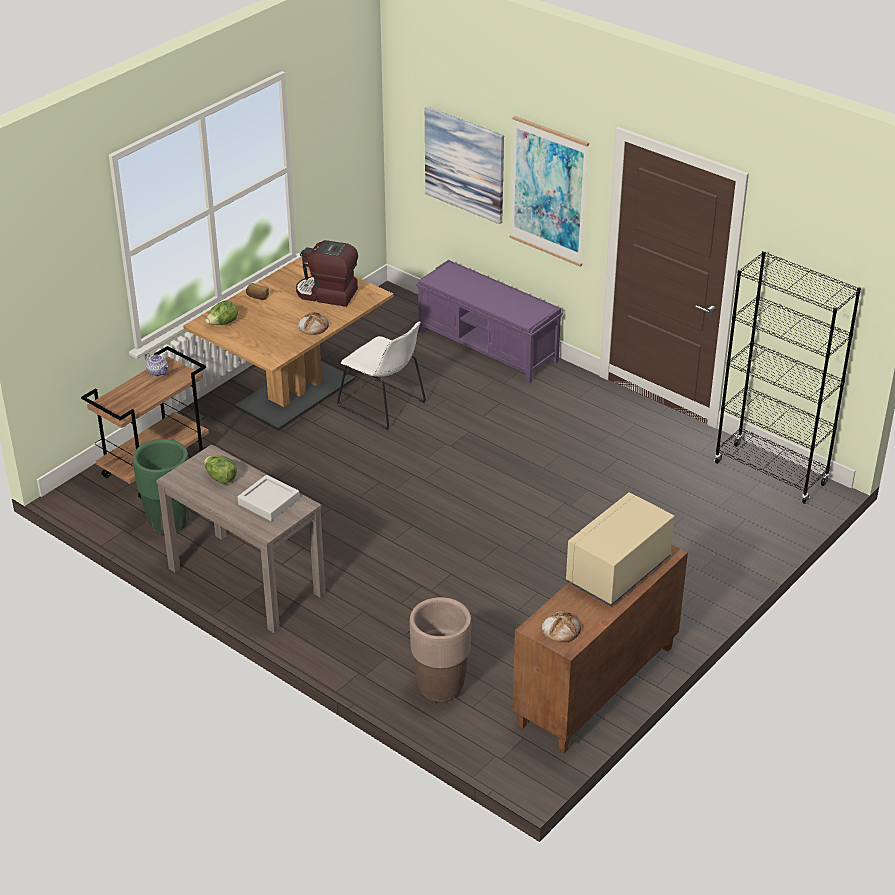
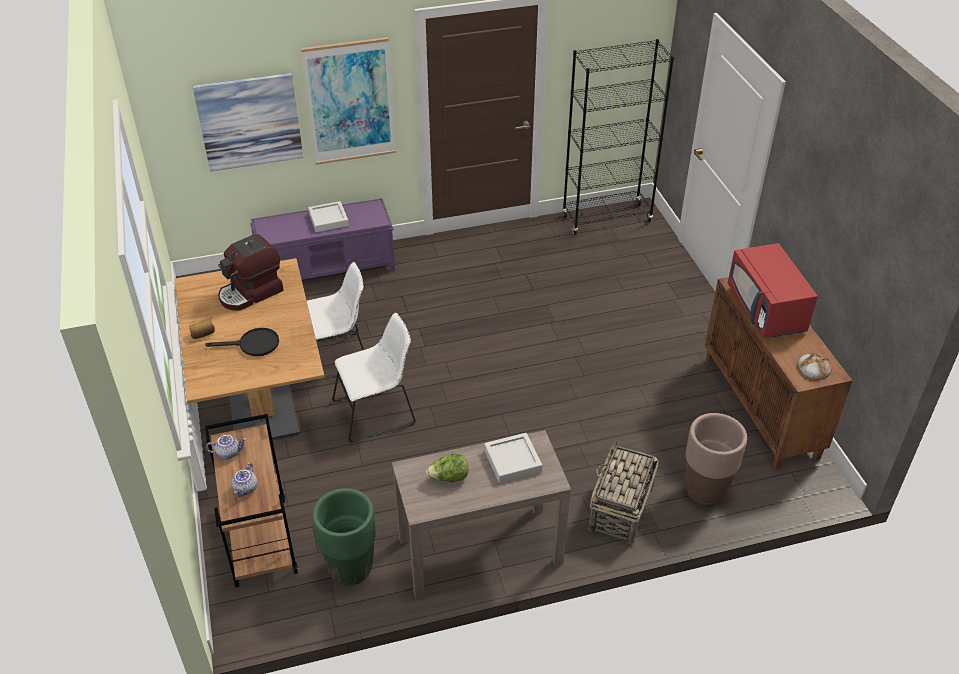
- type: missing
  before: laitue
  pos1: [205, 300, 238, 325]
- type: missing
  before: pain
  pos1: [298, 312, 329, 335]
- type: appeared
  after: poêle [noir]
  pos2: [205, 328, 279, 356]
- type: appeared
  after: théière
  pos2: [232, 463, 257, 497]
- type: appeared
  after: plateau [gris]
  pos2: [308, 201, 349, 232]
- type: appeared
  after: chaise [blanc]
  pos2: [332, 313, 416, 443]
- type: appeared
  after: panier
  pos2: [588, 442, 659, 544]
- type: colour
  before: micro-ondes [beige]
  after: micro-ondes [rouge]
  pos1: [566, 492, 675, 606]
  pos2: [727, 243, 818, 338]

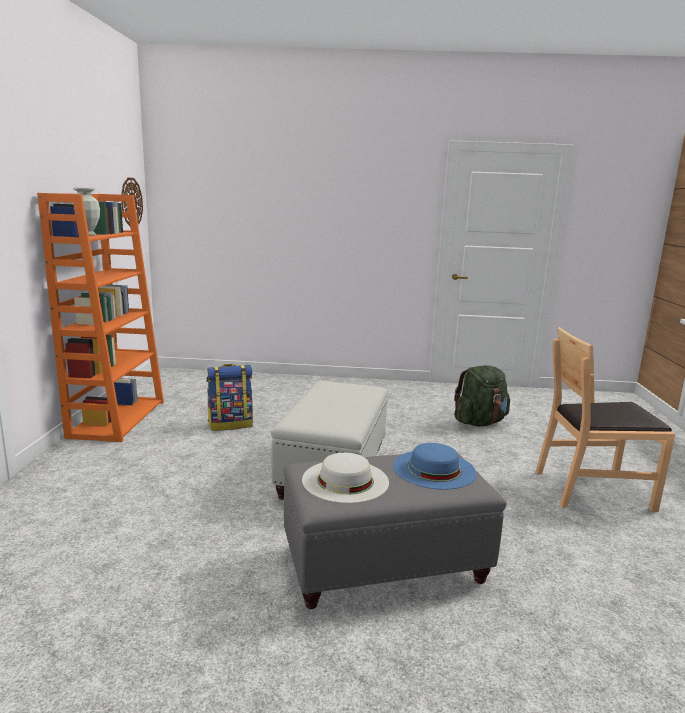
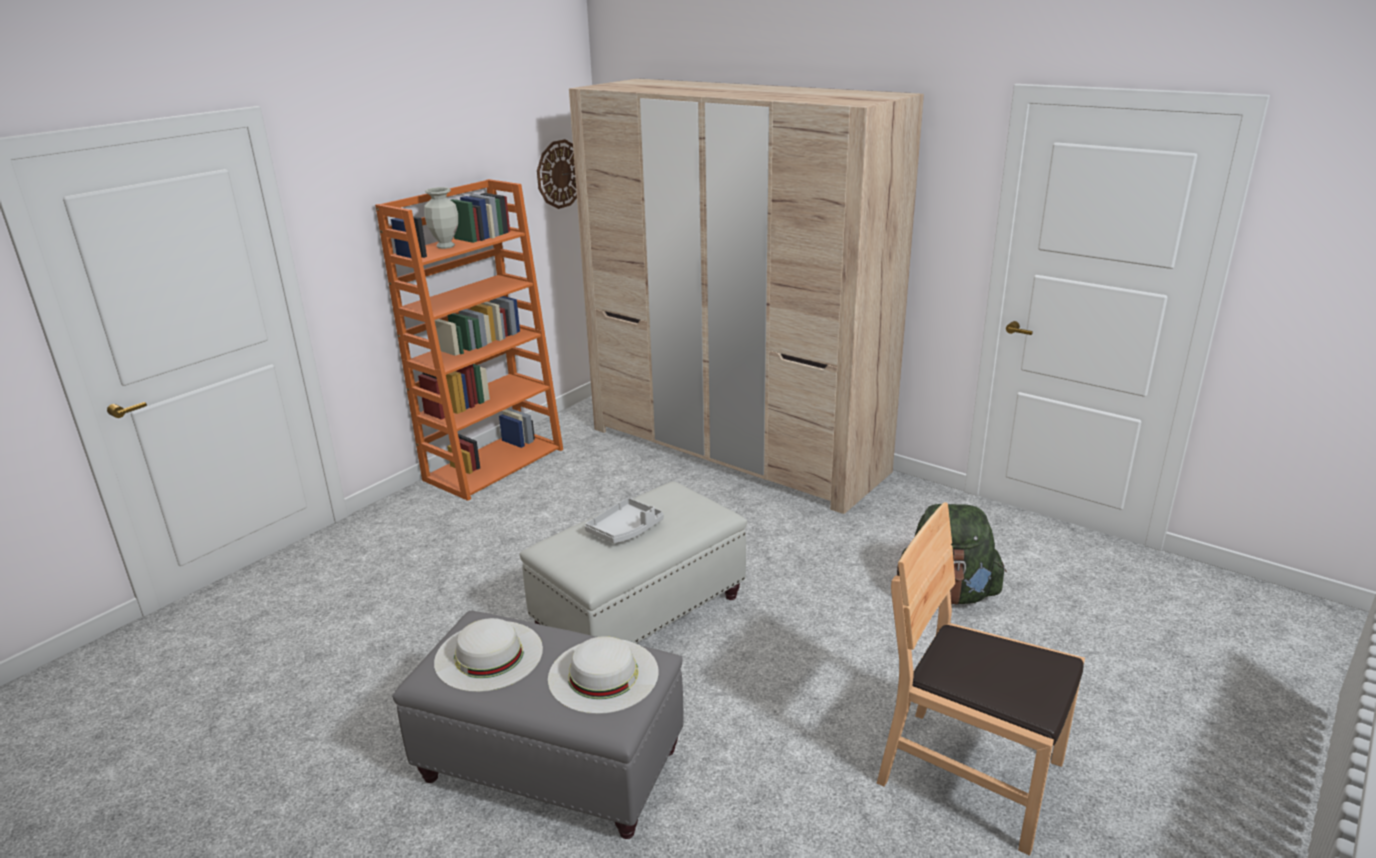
- type: missing
  before: sac à dos
  pos1: [206, 364, 253, 431]
- type: appeared
  after: armoire [beige]
  pos2: [569, 79, 924, 514]
- type: appeared
  after: plateau [gris]
  pos2: [585, 498, 664, 543]
- type: colour
  before: chapeau [bleu]
  after: chapeau [blanc]
  pos1: [393, 443, 476, 490]
  pos2: [548, 636, 659, 714]

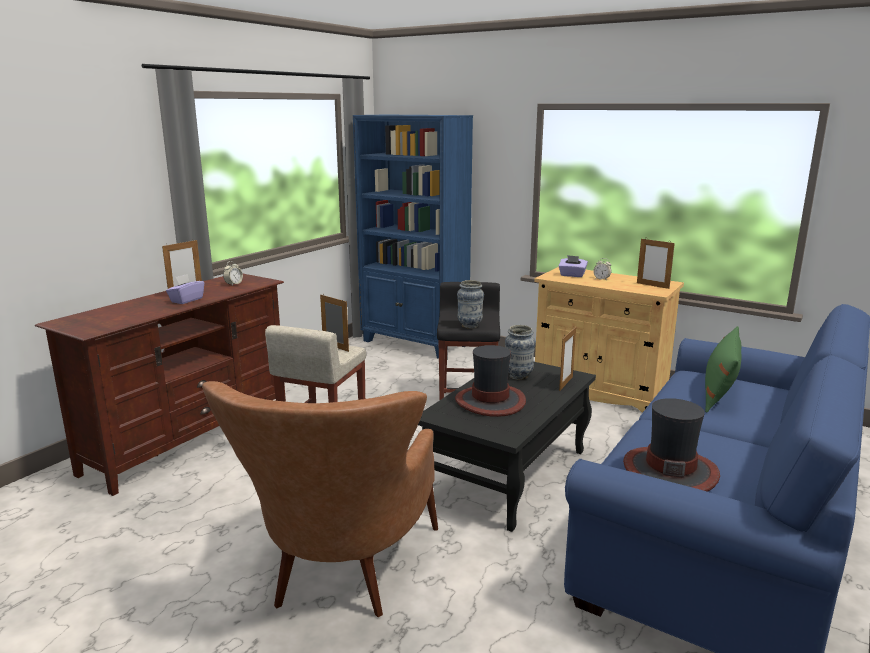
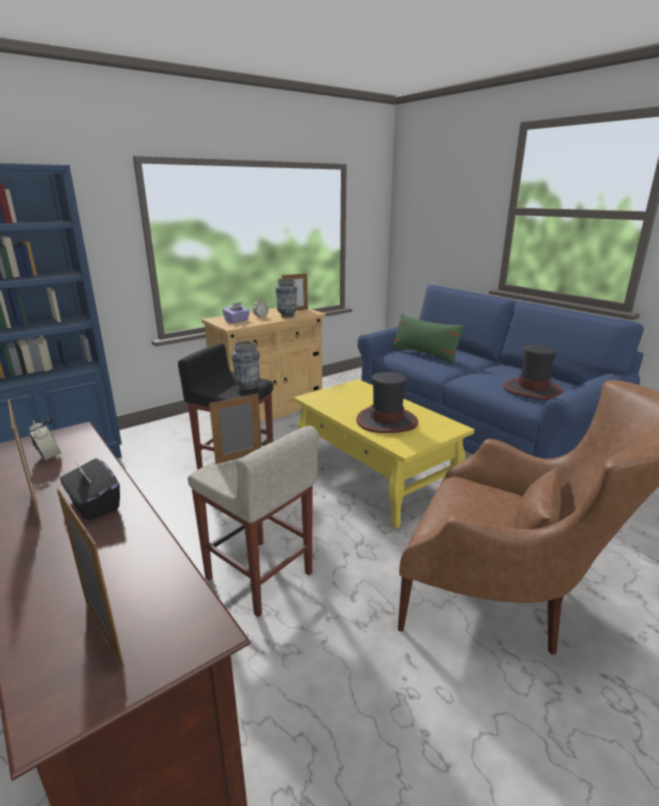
- type: relocated
  before: vase
  pos1: [505, 325, 536, 380]
  pos2: [276, 278, 297, 317]
- type: relocated
  before: cadre photo
  pos1: [559, 327, 576, 391]
  pos2: [57, 488, 124, 669]
- type: colour
  before: boîte à mouchoirs [violet]
  after: boîte à mouchoirs [noir]
  pos1: [166, 274, 204, 304]
  pos2: [60, 459, 120, 521]
- type: colour
  before: table basse [noir]
  after: table basse [jaune]
  pos1: [418, 362, 596, 532]
  pos2: [294, 379, 474, 528]

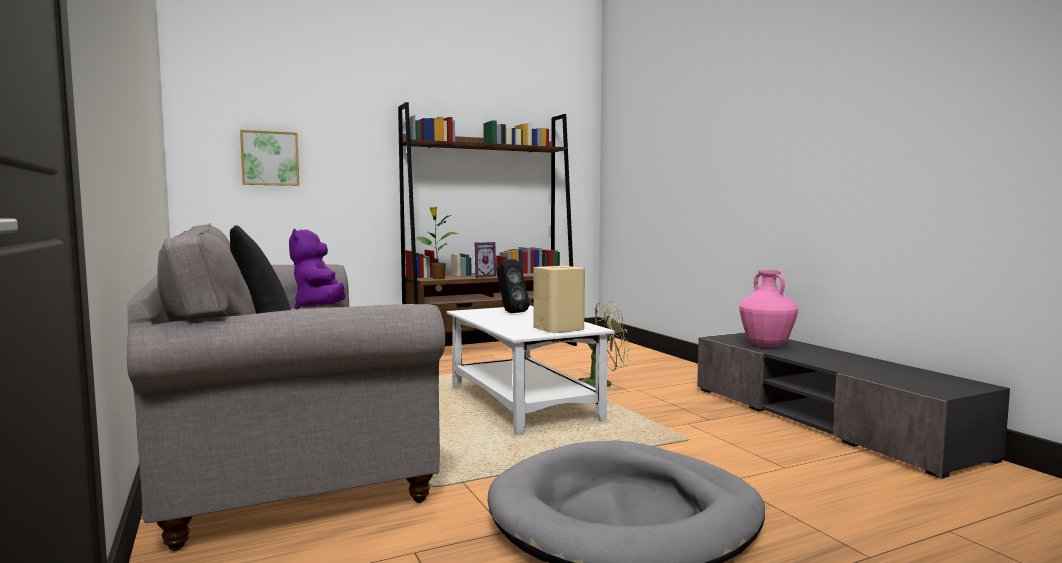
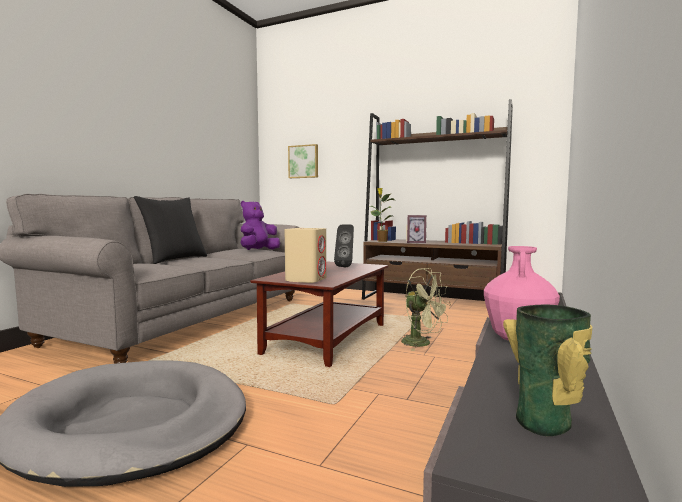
- type: appeared
  after: vase
  pos2: [503, 305, 592, 436]
- type: colour
  before: table basse [blanc]
  after: table basse [marron]
  pos1: [447, 305, 615, 435]
  pos2: [250, 261, 388, 367]

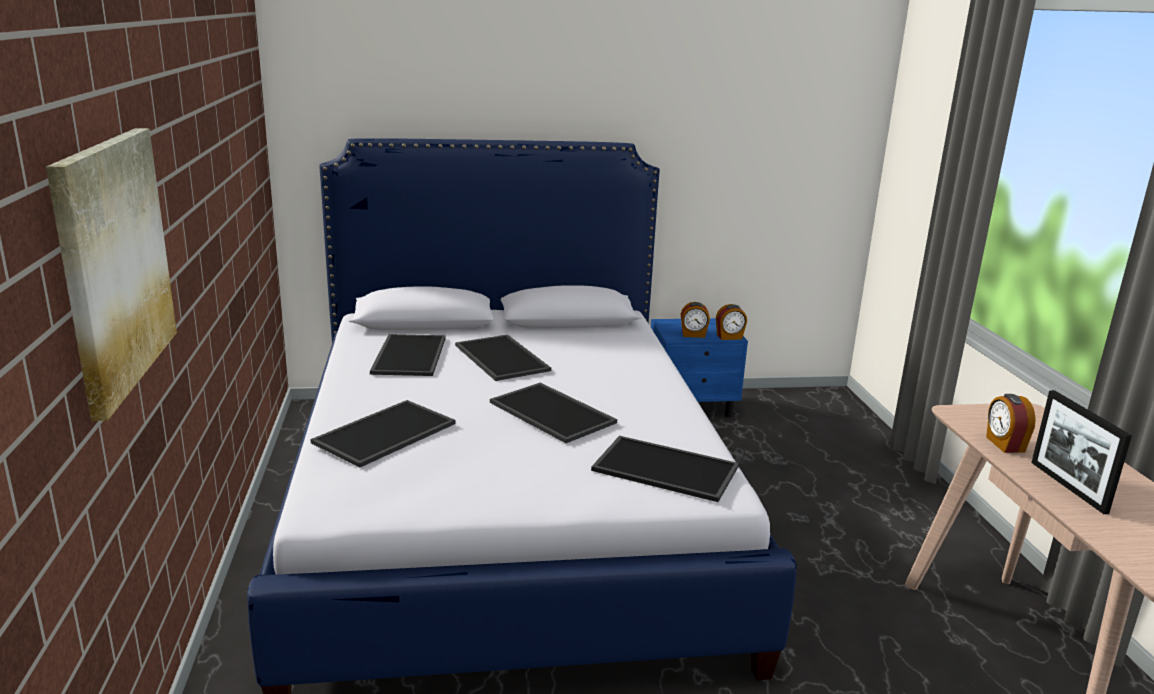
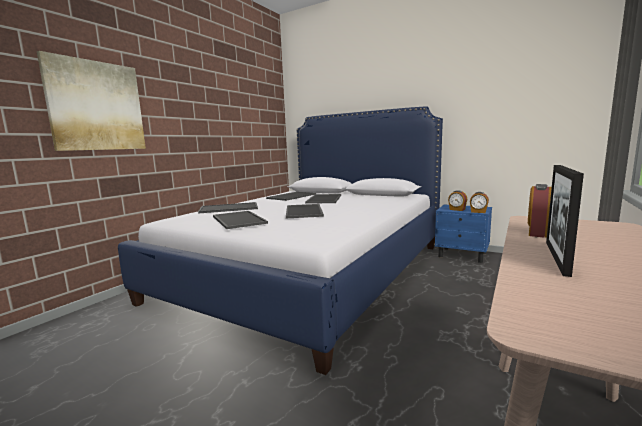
- type: relocated
  before: plateau
  pos1: [591, 436, 739, 502]
  pos2: [213, 211, 268, 229]

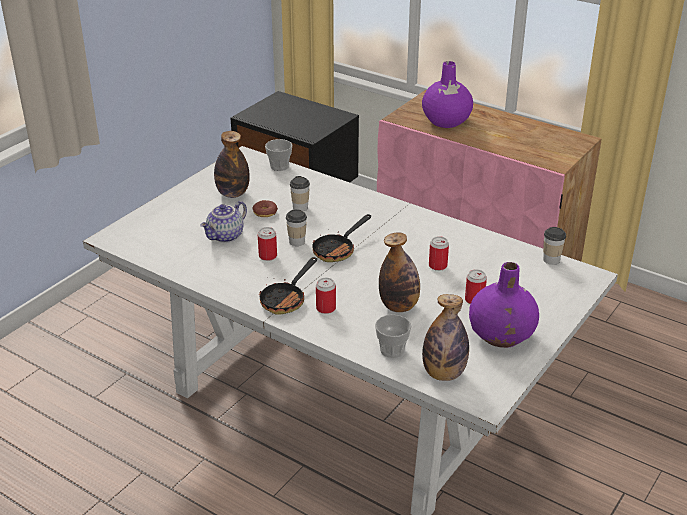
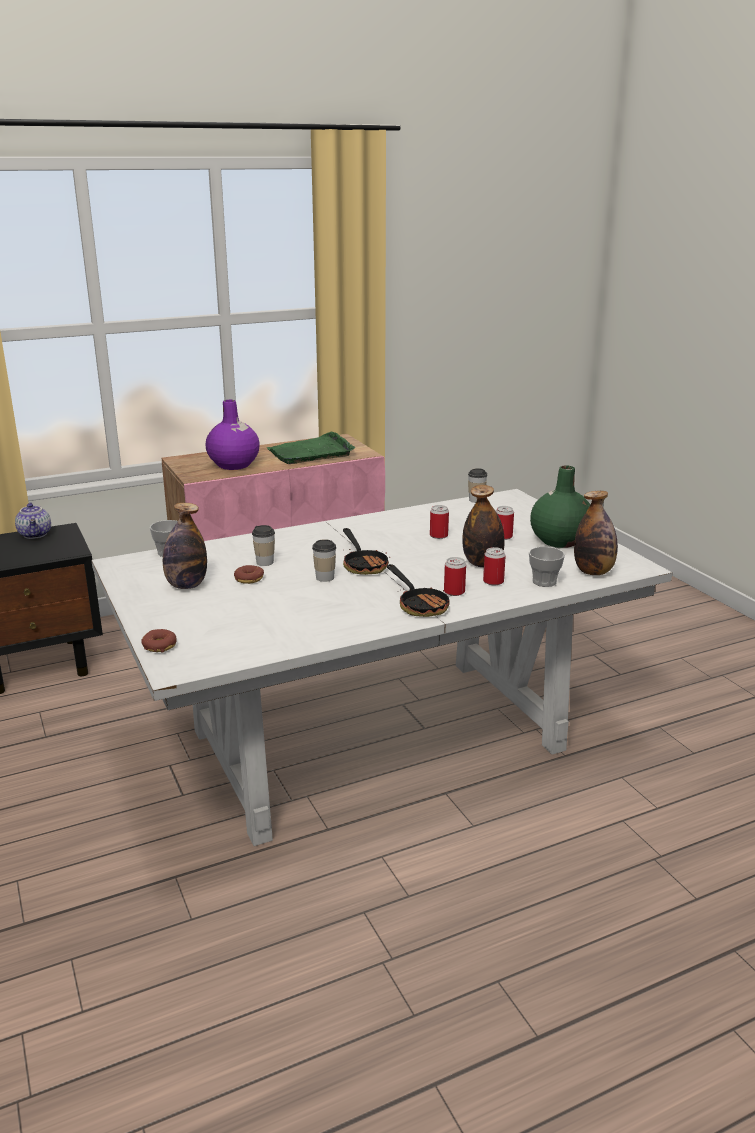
- type: appeared
  after: beignet
  pos2: [141, 629, 177, 653]
- type: appeared
  after: plateau [vert]
  pos2: [266, 432, 355, 464]
- type: relocated
  before: théière
  pos1: [200, 201, 247, 243]
  pos2: [15, 502, 51, 539]
- type: relocated
  before: boîte métallique
  pos1: [258, 227, 277, 261]
  pos2: [483, 547, 506, 586]
- type: colour
  before: vase [violet]
  after: vase [vert]
  pos1: [469, 262, 539, 348]
  pos2: [530, 465, 590, 548]

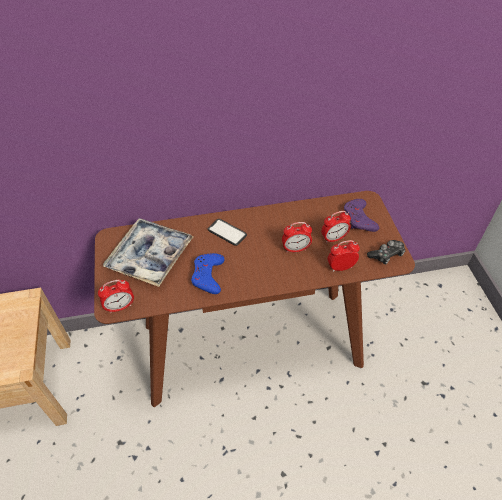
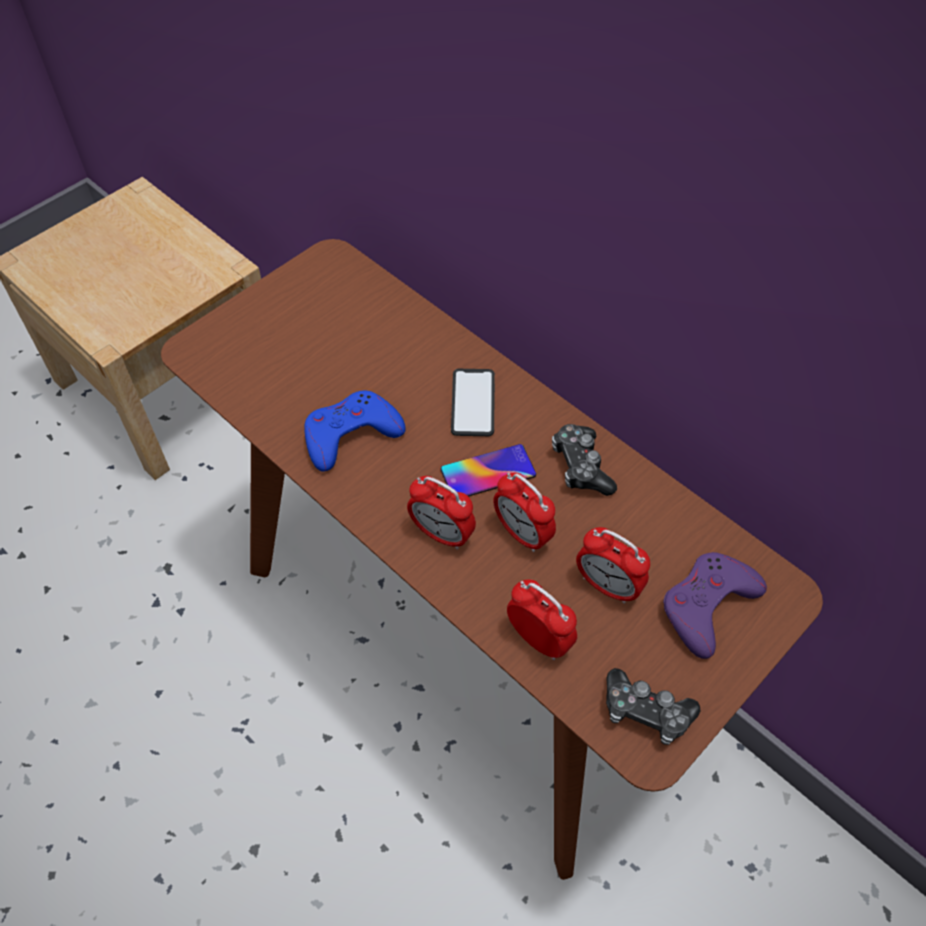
- type: missing
  before: plateau
  pos1: [103, 218, 194, 287]
- type: appeared
  after: téléphone
  pos2: [441, 444, 536, 496]
- type: appeared
  after: manette
  pos2: [552, 424, 617, 496]
- type: relocated
  before: réveil
  pos1: [98, 280, 134, 313]
  pos2: [407, 476, 476, 549]

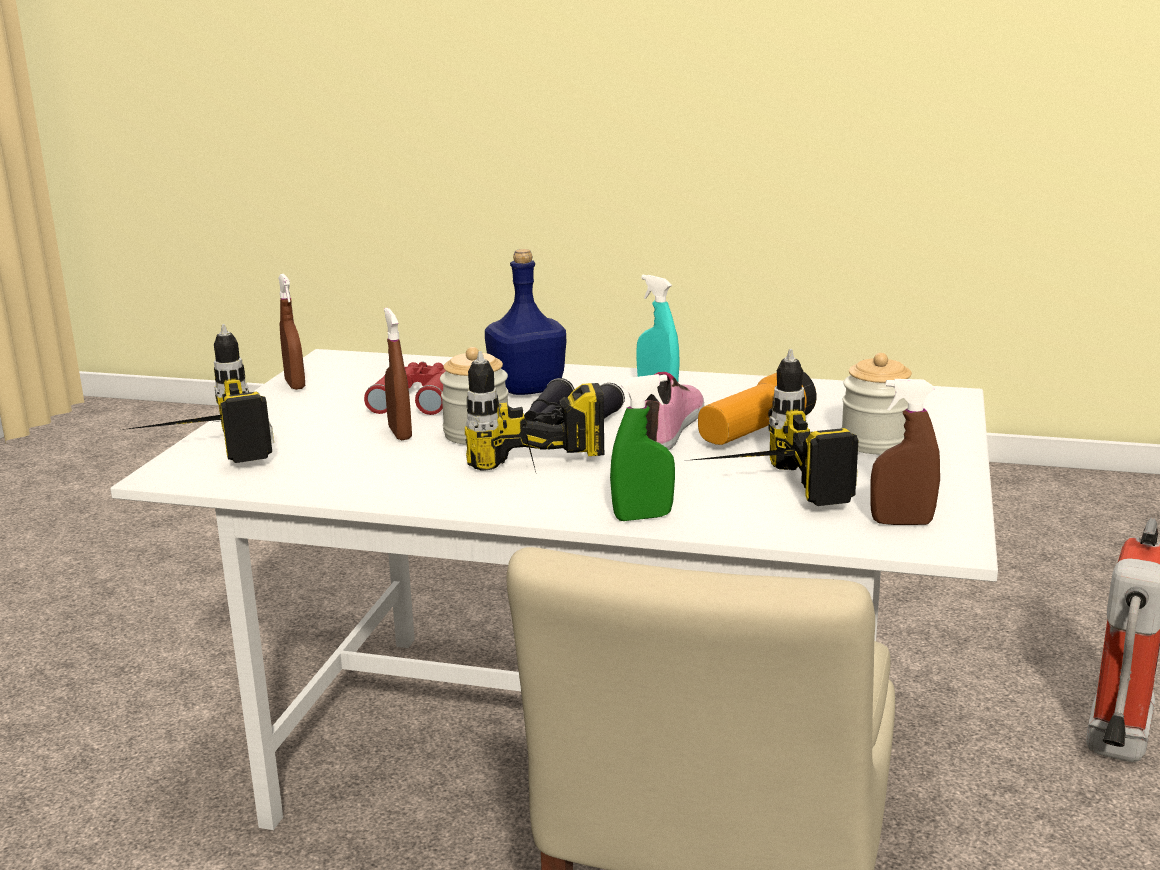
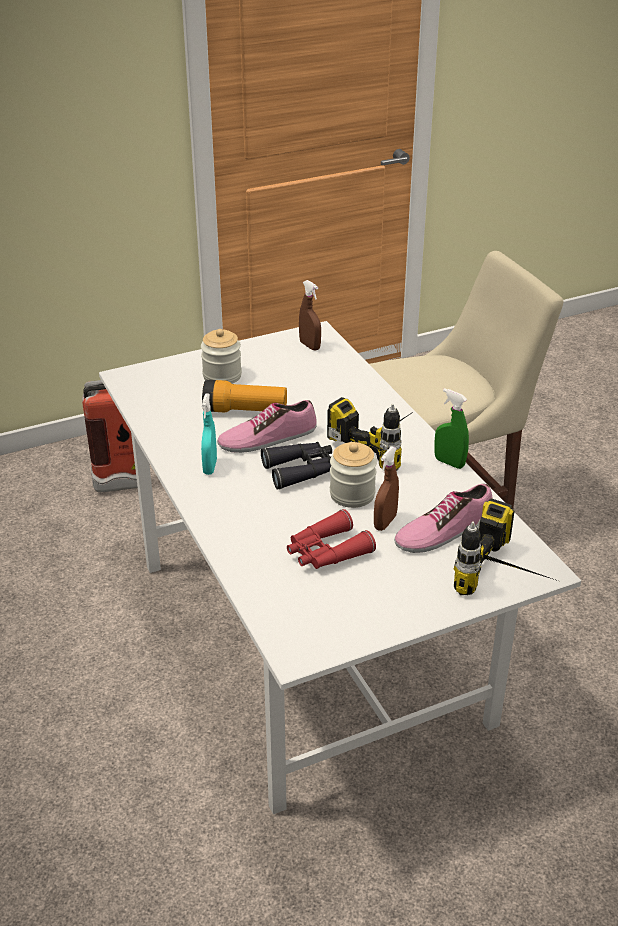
- type: missing
  before: vaporisateur [marron]
  pos1: [278, 274, 305, 390]
- type: missing
  before: bouteille [bleu]
  pos1: [485, 249, 566, 395]
- type: missing
  before: perceuse
  pos1: [684, 349, 858, 506]
- type: appeared
  after: chaussure
  pos2: [394, 484, 493, 553]
- type: relocated
  before: vaporisateur [vert]
  pos1: [610, 374, 675, 521]
  pos2: [435, 388, 469, 469]

